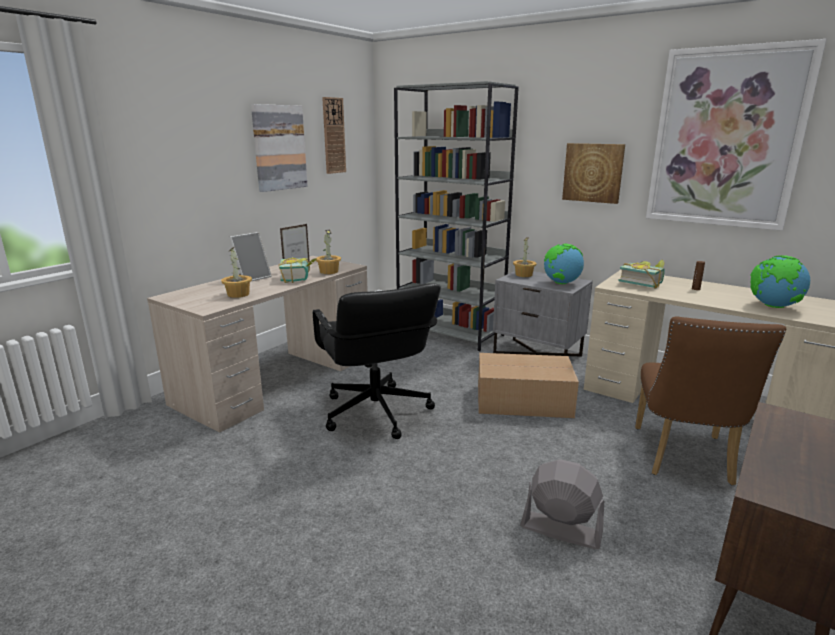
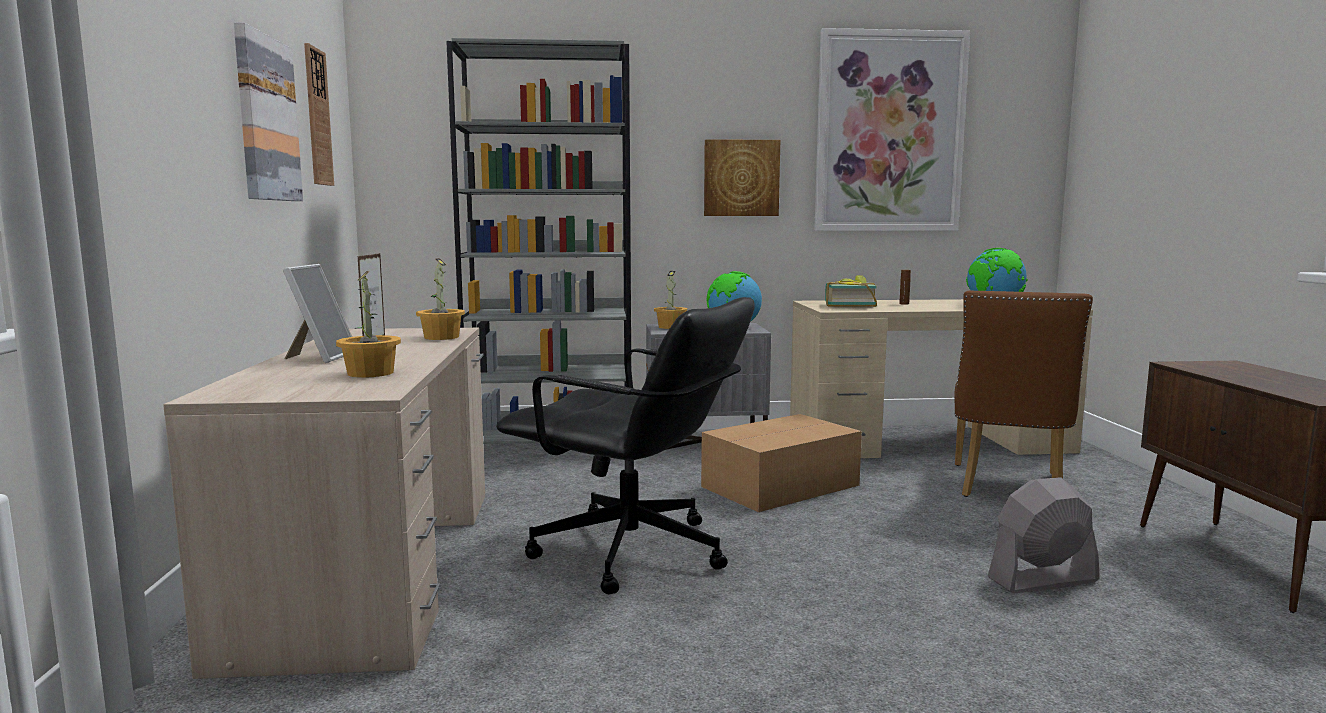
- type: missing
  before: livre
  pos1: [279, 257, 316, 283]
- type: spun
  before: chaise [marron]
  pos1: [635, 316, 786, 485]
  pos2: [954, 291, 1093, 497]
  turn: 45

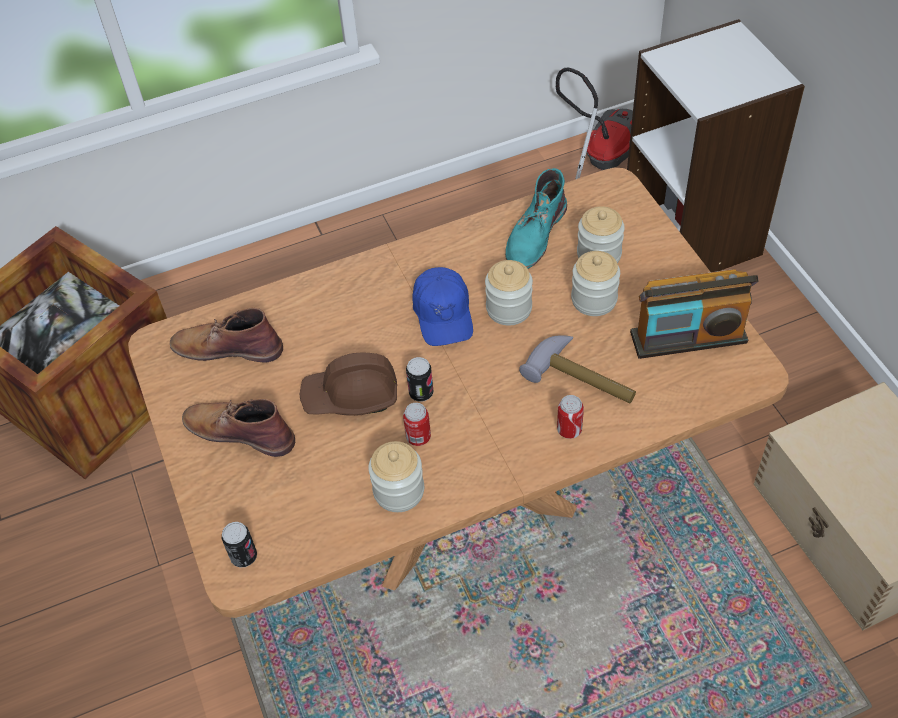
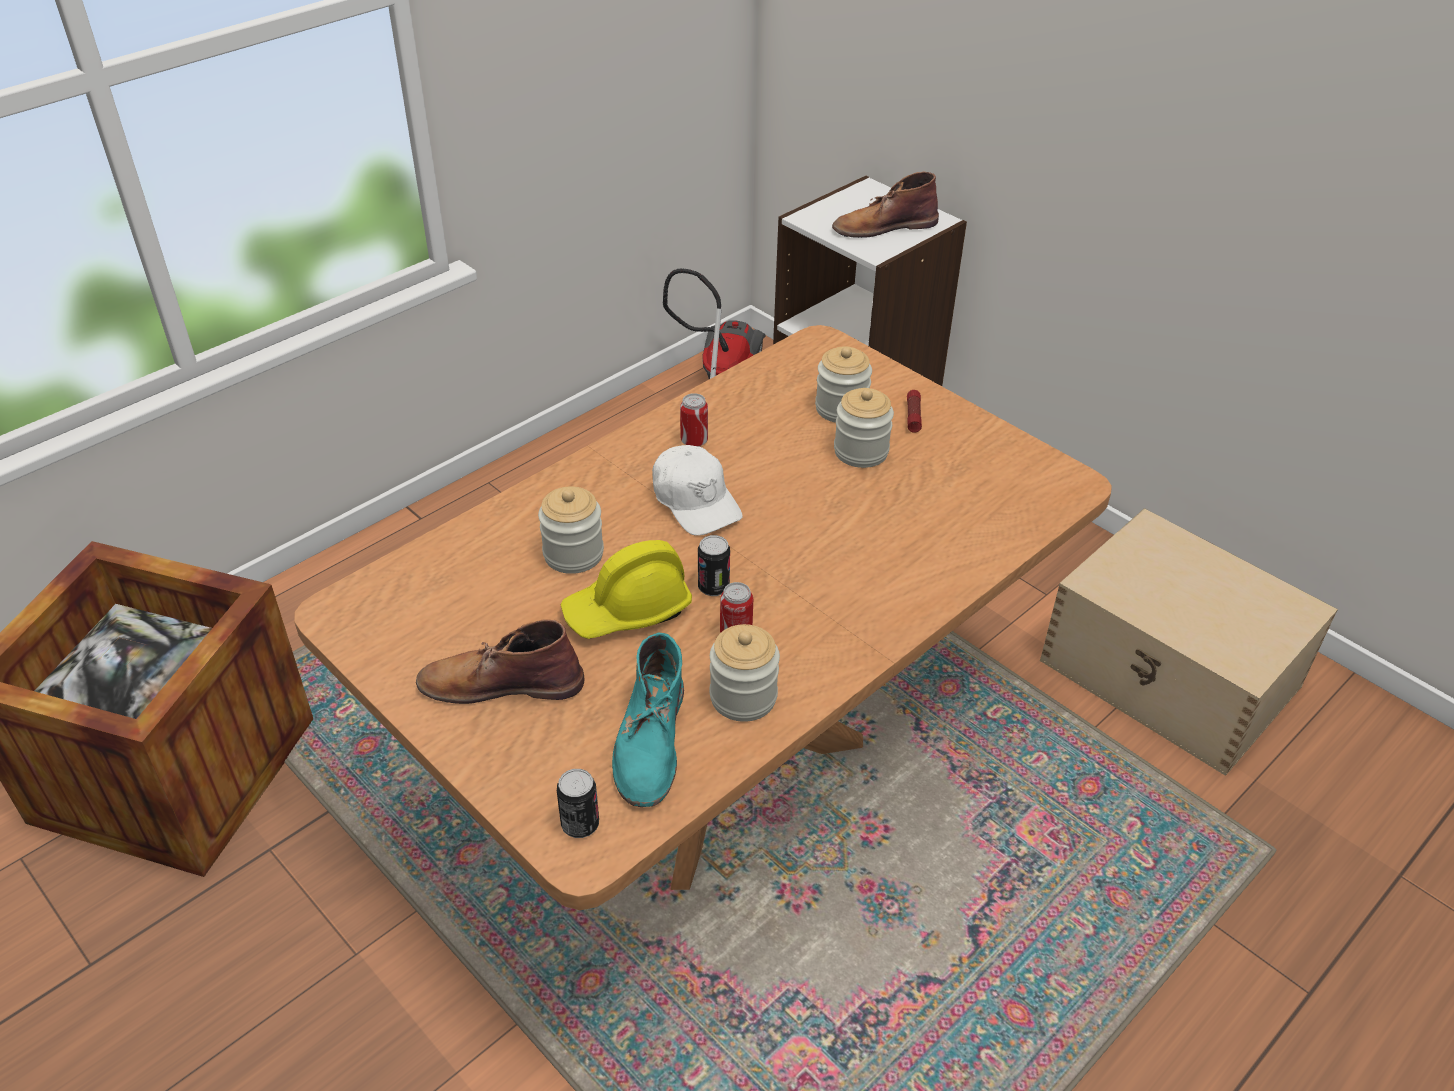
- type: missing
  before: marteau
  pos1: [519, 335, 636, 403]
- type: missing
  before: radio
  pos1: [630, 269, 759, 359]
- type: appeared
  after: lampe de poche
  pos2: [907, 390, 922, 433]
- type: relocated
  before: botte [marron]
  pos1: [170, 308, 283, 363]
  pos2: [832, 172, 939, 238]
- type: relocated
  before: bocal
  pos1: [485, 260, 533, 325]
  pos2: [538, 486, 604, 574]
- type: relocated
  before: botte [turquoise]
  pos1: [505, 168, 567, 269]
  pos2: [612, 633, 684, 807]
- type: relocated
  before: boîte métallique
  pos1: [557, 395, 584, 439]
  pos2: [680, 393, 708, 447]
- type: colour
  before: casque de chantier [marron]
  after: casque de chantier [jaune]
  pos1: [300, 353, 397, 416]
  pos2: [561, 540, 692, 639]
- type: colour
  before: casquette [bleu]
  after: casquette [blanc]
  pos1: [413, 267, 473, 346]
  pos2: [652, 445, 743, 536]

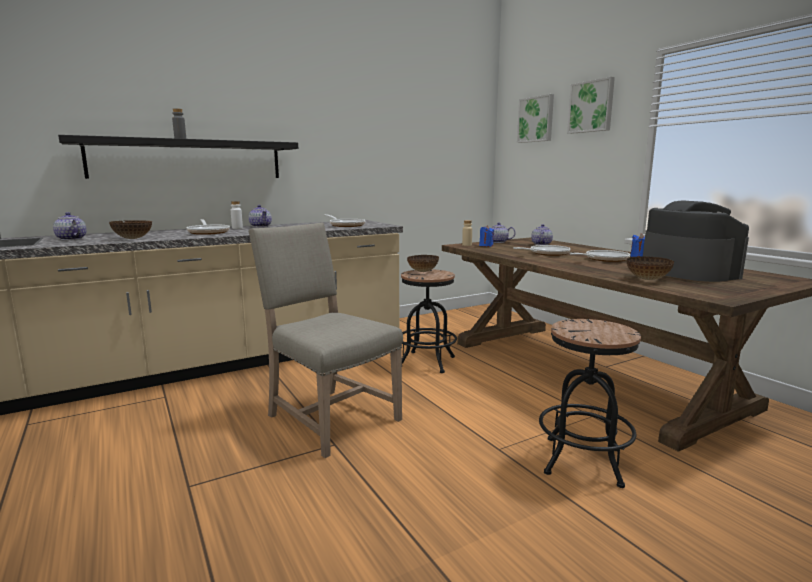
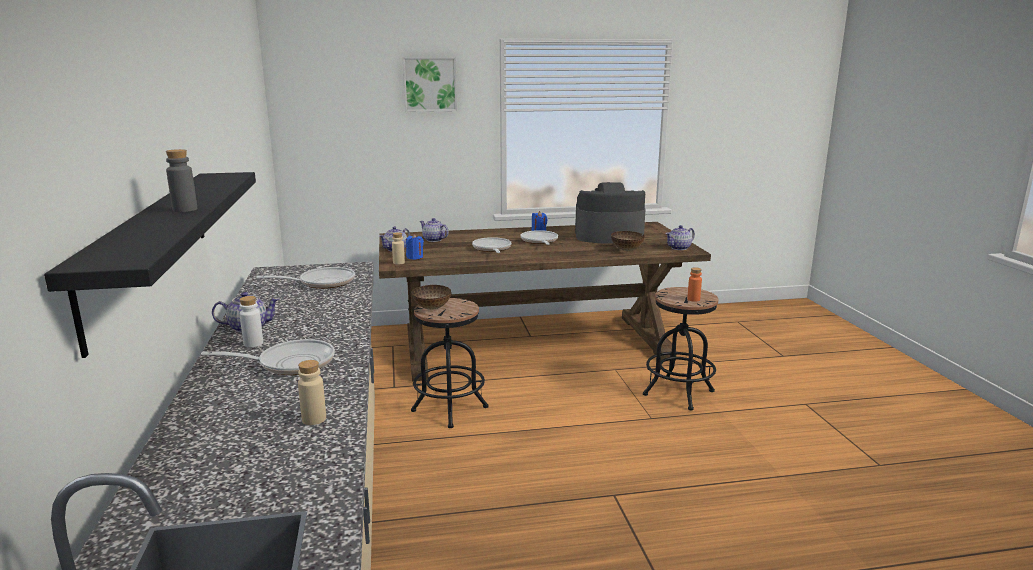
- type: missing
  before: chaise [beige]
  pos1: [248, 222, 403, 458]
- type: missing
  before: tableau
  pos1: [517, 94, 554, 143]
- type: appeared
  after: bouteille [orange]
  pos2: [687, 267, 702, 302]
- type: relocated
  before: théière
  pos1: [53, 212, 86, 240]
  pos2: [665, 225, 695, 250]
- type: exchanged
  before: bol
  after: bouteille [beige]
  pos1: [109, 220, 152, 239]
  pos2: [298, 360, 326, 425]

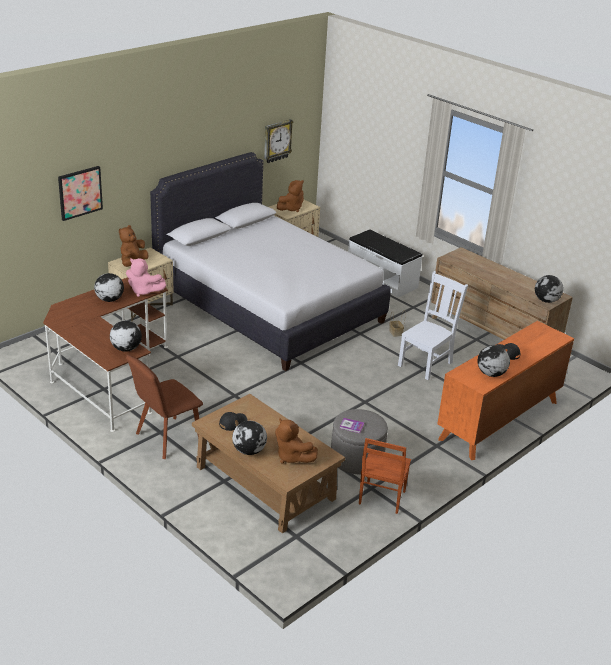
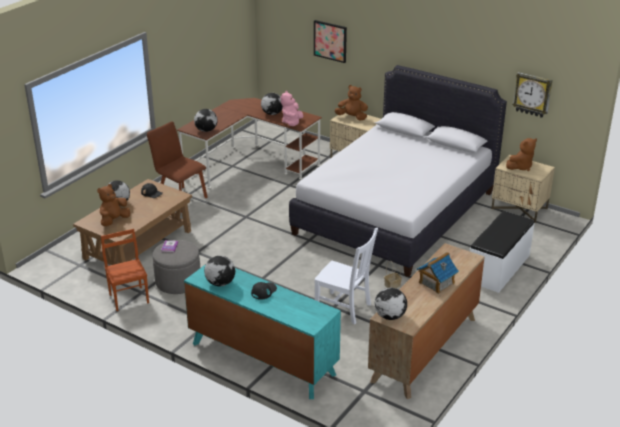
- type: appeared
  after: maison miniature
  pos2: [416, 252, 459, 294]
- type: colour
  before: commode [orange]
  after: commode [turquoise]
  pos1: [437, 321, 574, 460]
  pos2: [184, 264, 341, 399]
- type: spun
  before: peluche [marron]
  pos1: [277, 180, 304, 212]
  pos2: [506, 138, 537, 171]
  turn: -75
- type: spun
  before: chaise [marron]
  pos1: [359, 438, 411, 514]
  pos2: [101, 229, 149, 311]
  turn: 60

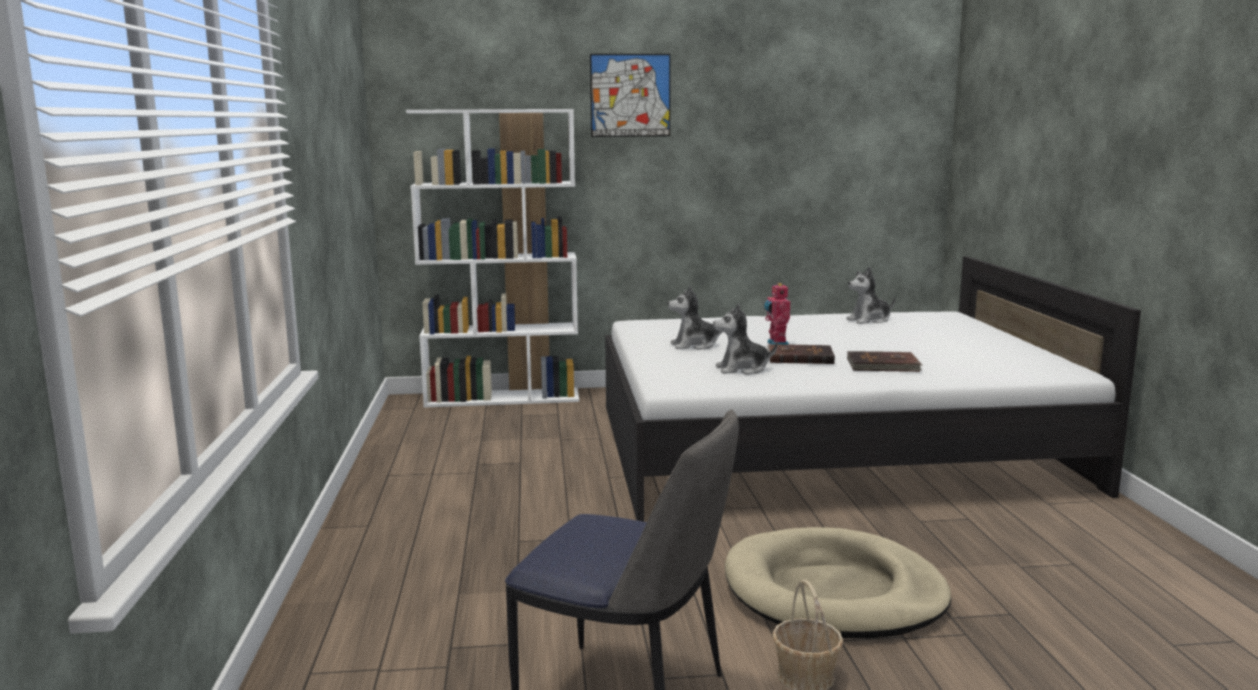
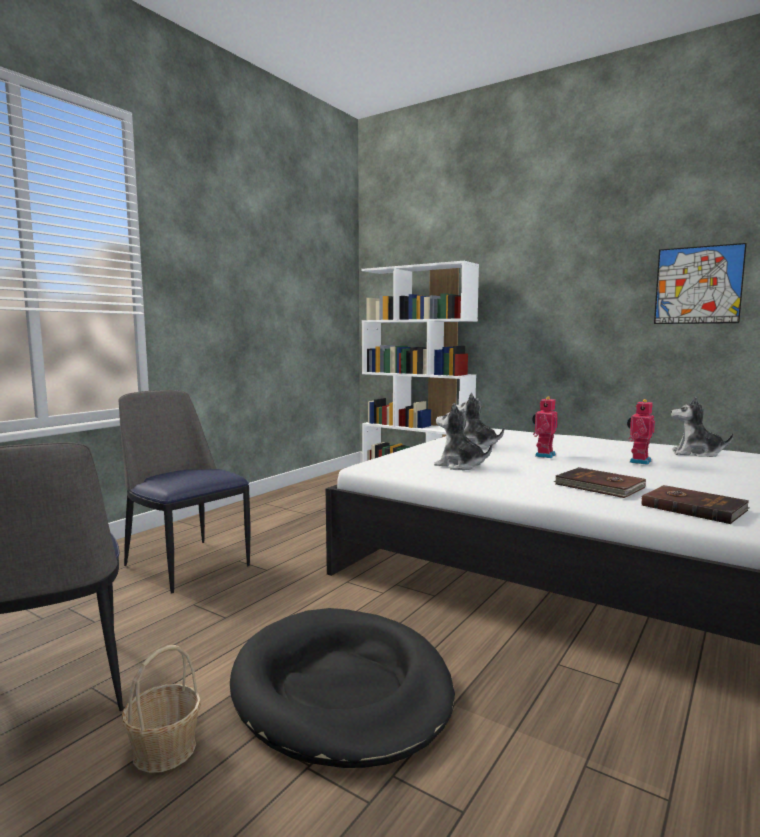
- type: appeared
  after: chaise
  pos2: [118, 390, 251, 594]
- type: appeared
  after: robot jouet
  pos2: [627, 399, 655, 465]
- type: relocated
  before: tableau
  pos1: [590, 54, 671, 137]
  pos2: [654, 243, 747, 324]
- type: relocated
  before: livre [marron]
  pos1: [767, 344, 835, 364]
  pos2: [641, 485, 750, 524]
- type: colour
  before: panier pour chien [beige]
  after: panier pour chien [noir]
  pos1: [725, 527, 951, 638]
  pos2: [230, 608, 455, 768]

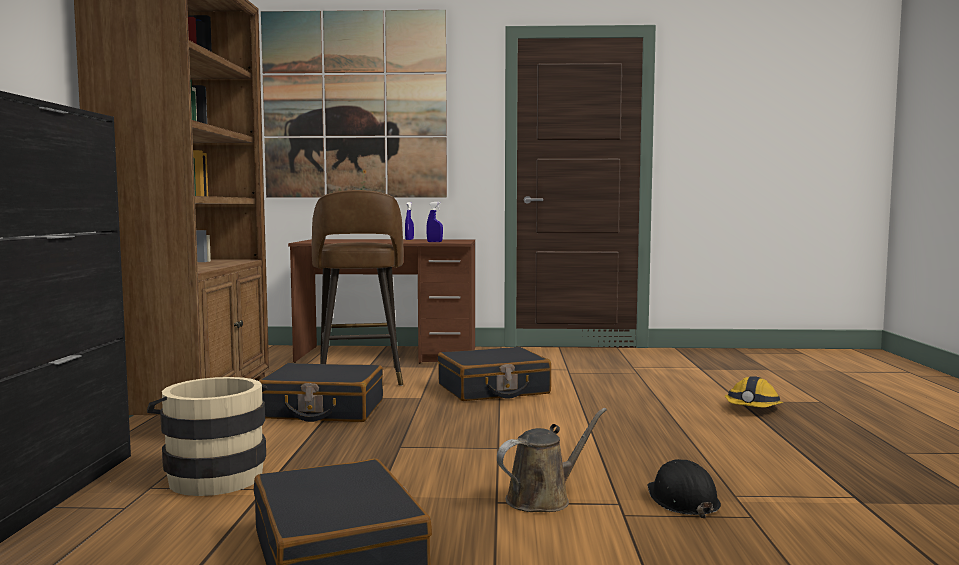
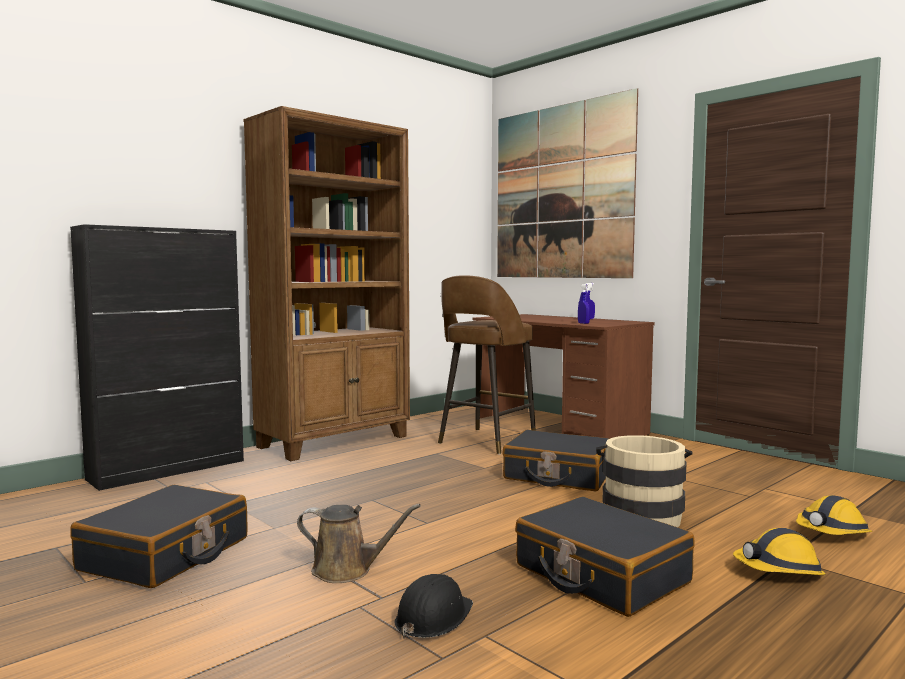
- type: appeared
  after: casque de chantier
  pos2: [796, 495, 872, 535]
- type: relocated
  before: seau [beige]
  pos1: [147, 377, 267, 496]
  pos2: [596, 435, 693, 527]
- type: relocated
  before: valise [noir]
  pos1: [259, 363, 383, 422]
  pos2: [515, 496, 695, 617]

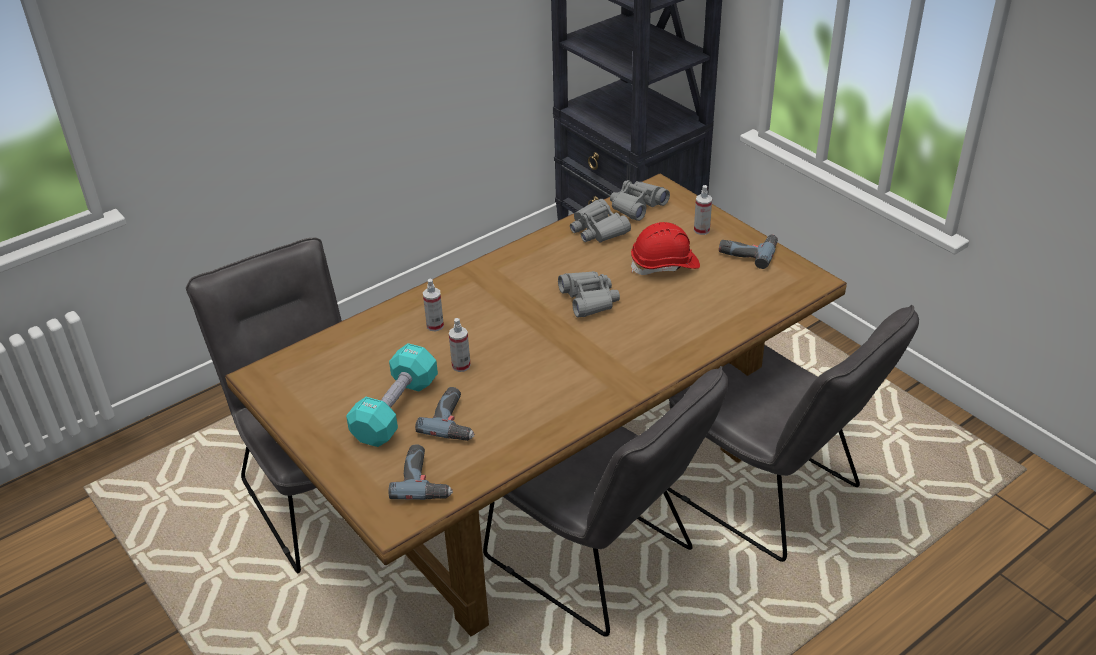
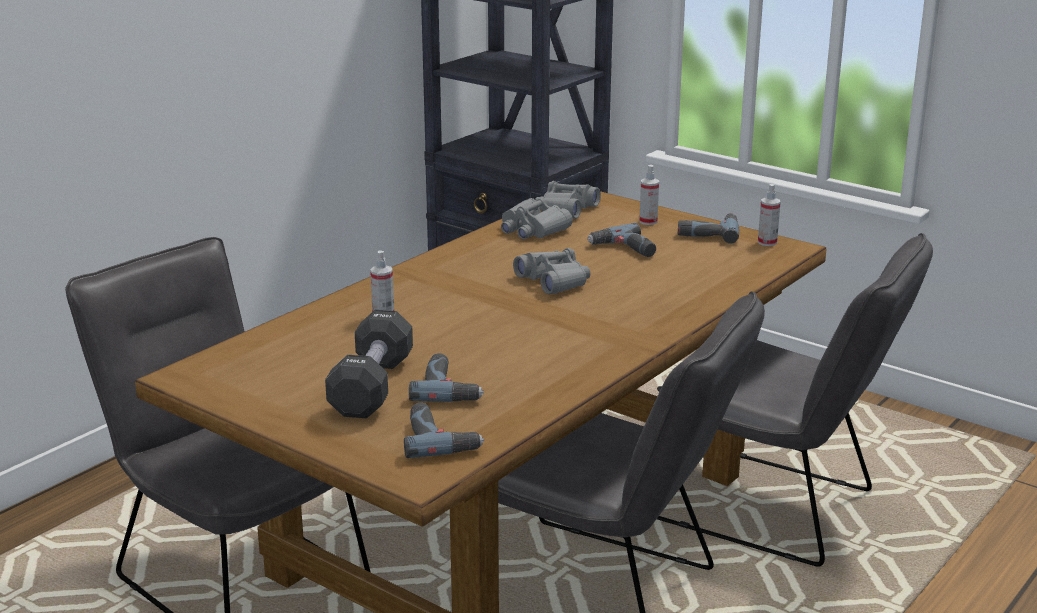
- type: relocated
  before: vaporisateur
  pos1: [449, 318, 471, 372]
  pos2: [758, 184, 781, 246]
- type: exchanged
  before: casque de chantier [rouge]
  after: perceuse
  pos1: [631, 222, 700, 275]
  pos2: [587, 223, 656, 257]
- type: colour
  before: haltère [turquoise]
  after: haltère [noir]
  pos1: [346, 343, 438, 447]
  pos2: [325, 310, 413, 418]

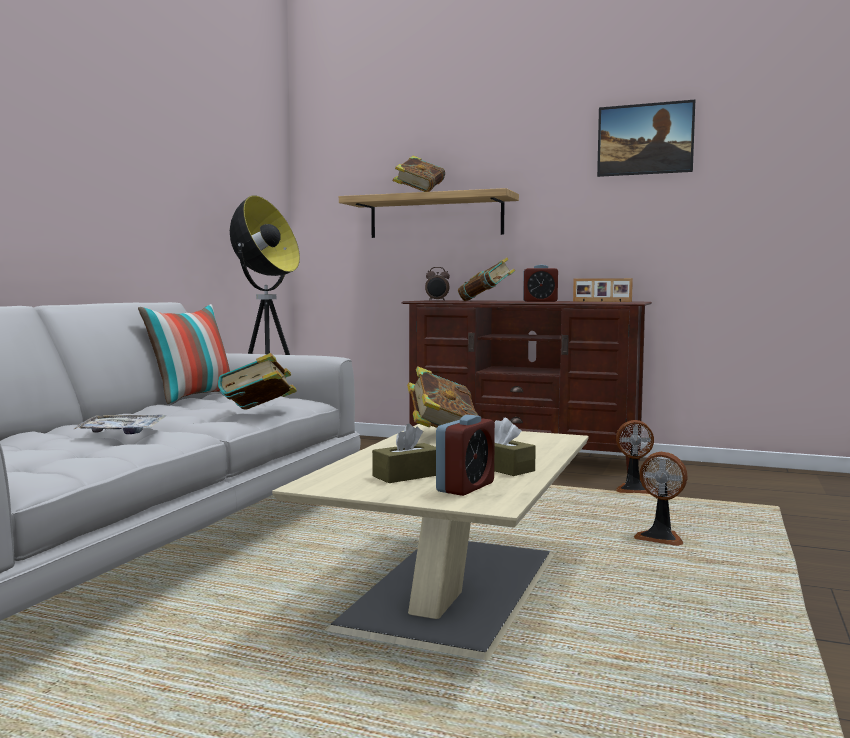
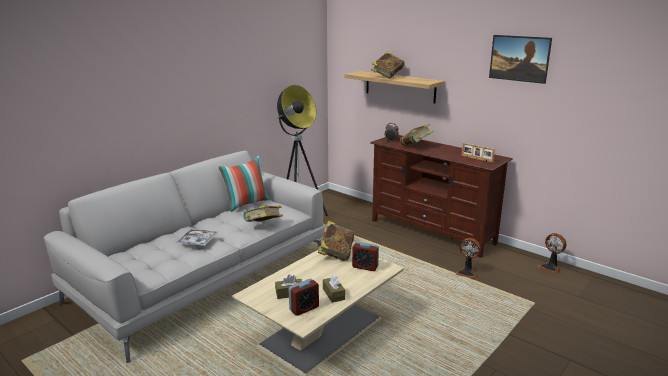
- type: relocated
  before: réveil
  pos1: [523, 265, 558, 302]
  pos2: [352, 242, 379, 271]
- type: relocated
  before: ventilateur
  pos1: [634, 452, 687, 546]
  pos2: [538, 233, 566, 274]

